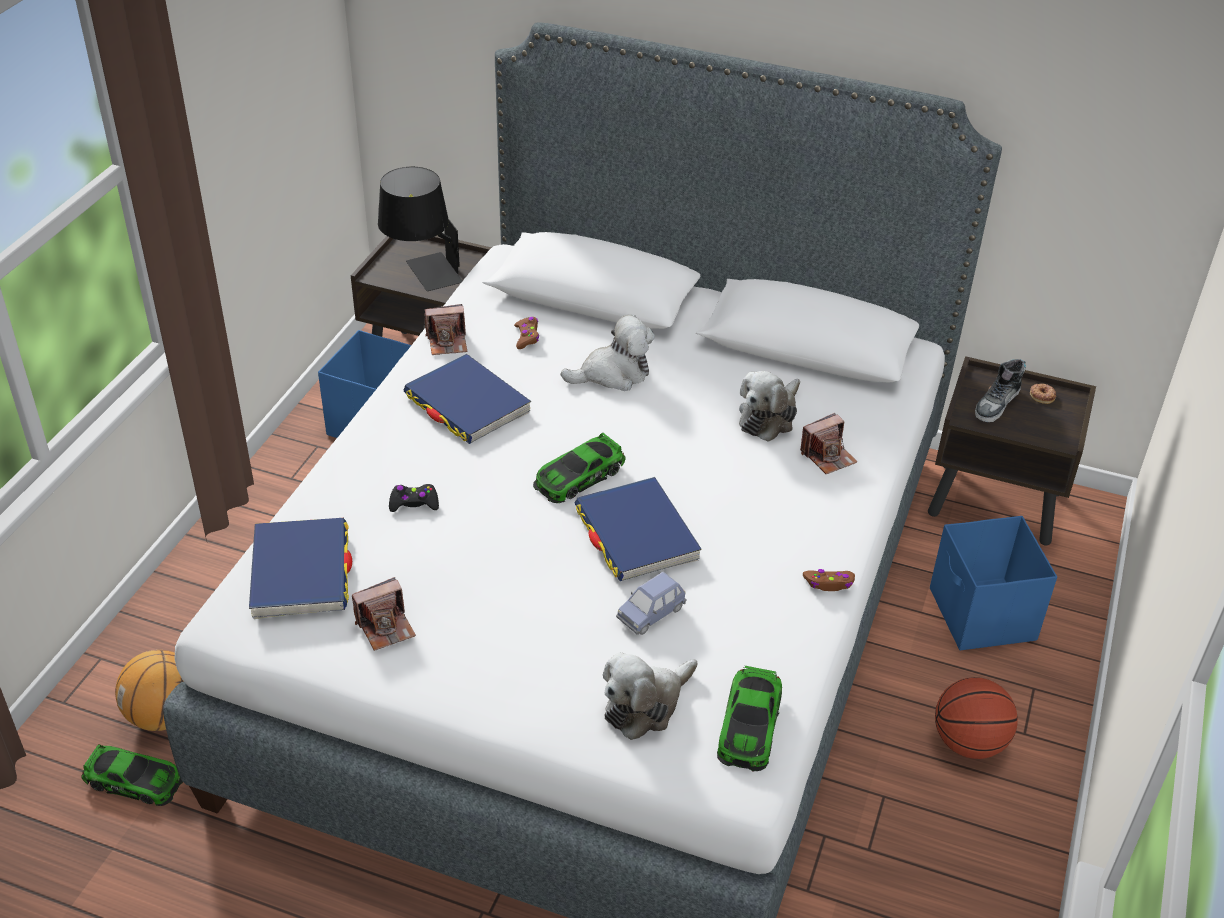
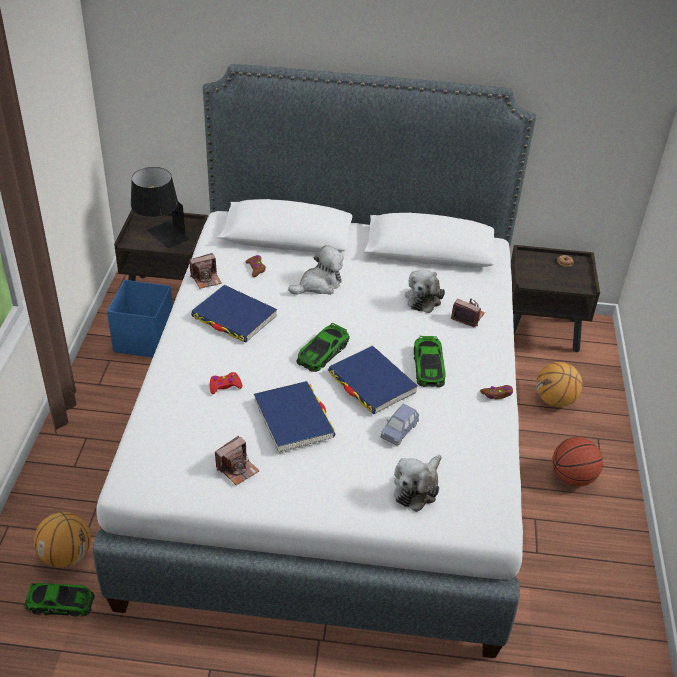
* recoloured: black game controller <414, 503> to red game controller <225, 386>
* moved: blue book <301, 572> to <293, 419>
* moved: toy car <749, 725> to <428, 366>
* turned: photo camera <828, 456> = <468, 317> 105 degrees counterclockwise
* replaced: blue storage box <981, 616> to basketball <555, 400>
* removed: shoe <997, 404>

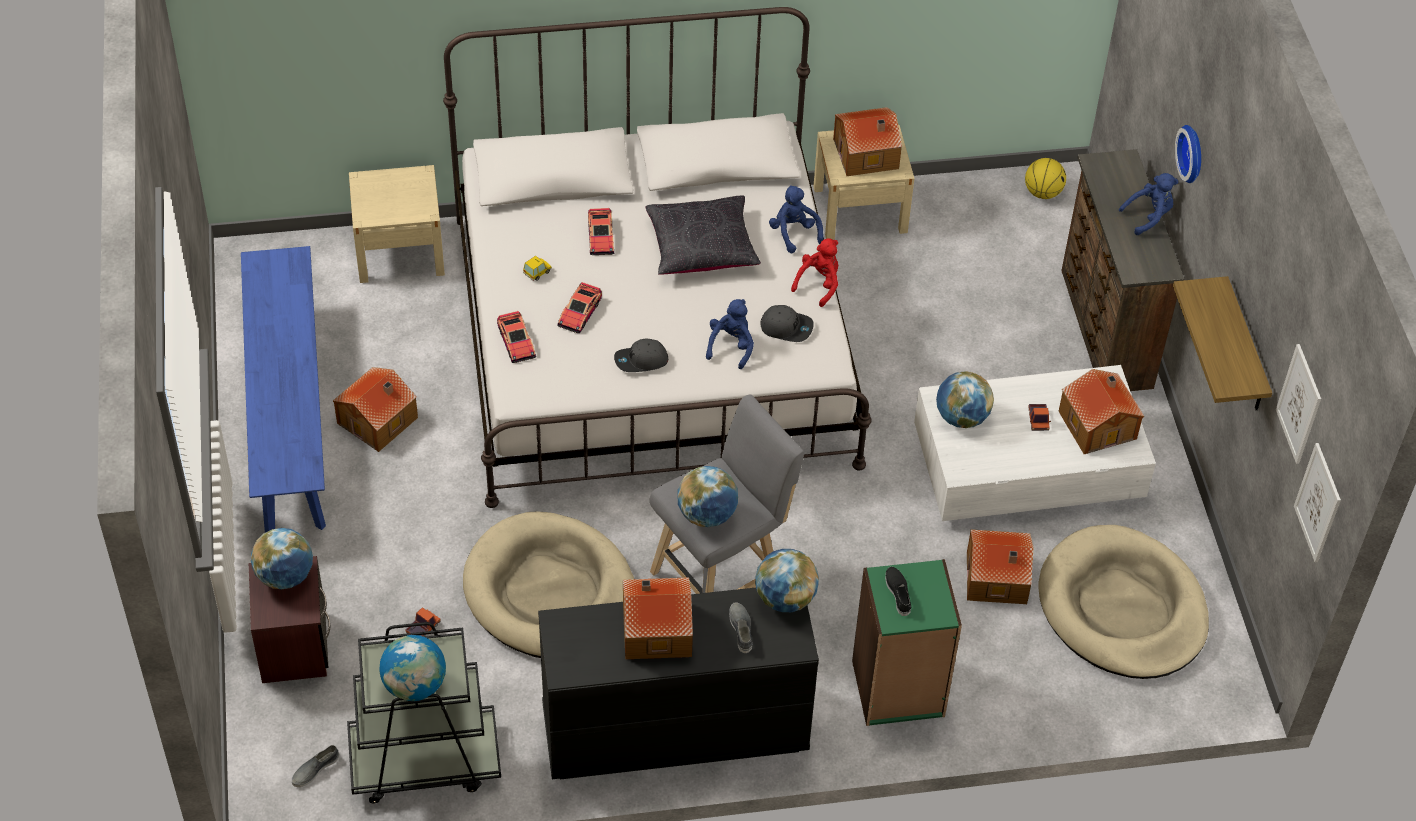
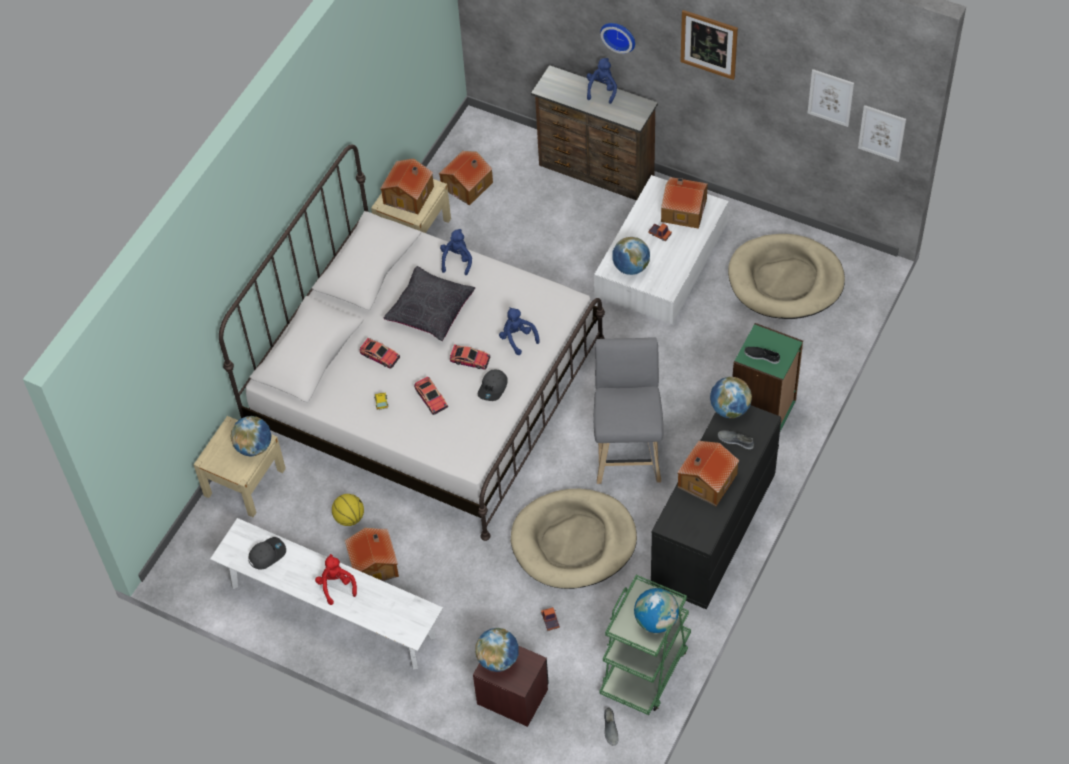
* recoloured: blue bench <289, 417> to white bench <332, 611>
* moved: globe <707, 515> to <254, 447>
* moved: grey cap <786, 327> to <267, 554>
* moved: red plush toy <819, 284> to <336, 585>
* moved: basketball <1043, 192> to <349, 517>
* moved: toy house <997, 579> to <468, 185>
* turned: blue plush toy <794, 233> = <457, 260> 90 degrees clockwise
* moved: toy car <516, 342> to <470, 359>
* recoloured: black cart <424, 761> to green cart <645, 668>
* added: picture <709, 44>
* removed: shelf <1245, 349>

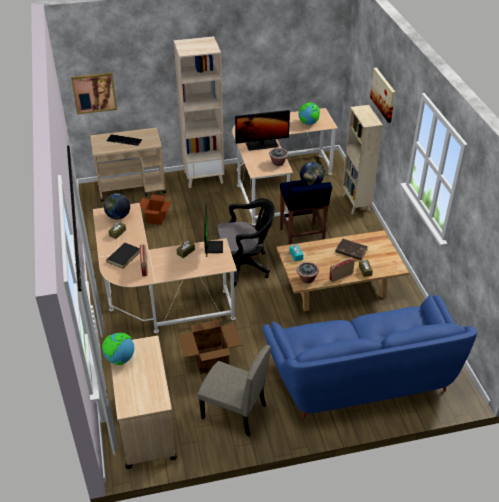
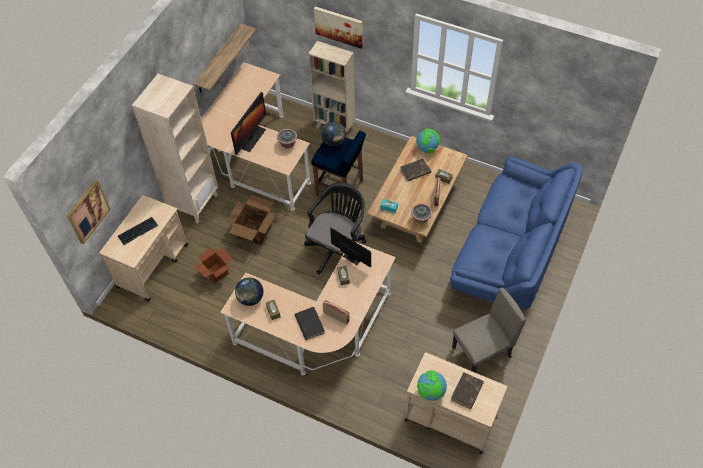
* added: shelf <218, 59>
* moved: cardboard box <211, 359> to <254, 231>
* moved: globe <308, 123> to <427, 148>
* added: brown book <466, 392>

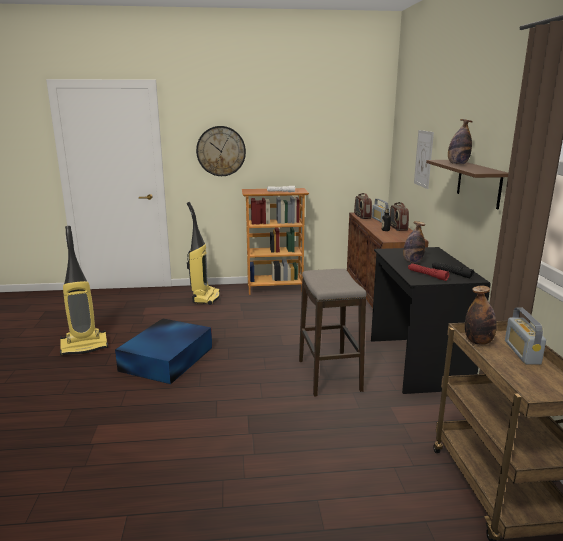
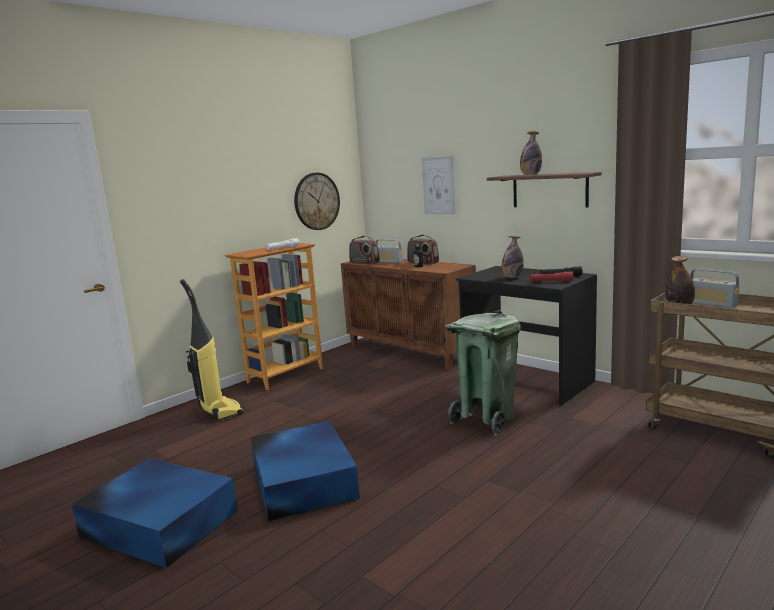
* replaced: vacuum cleaner <85, 346> to blue storage box <159, 523>
* moved: wall clock <221, 151> to <316, 201>
* replaced: stool <329, 376> to green trash can <486, 419>

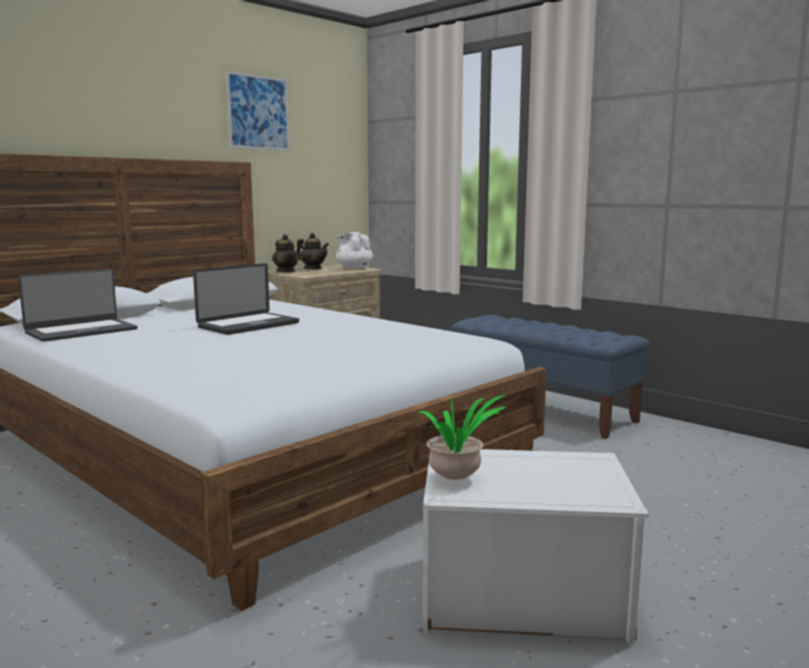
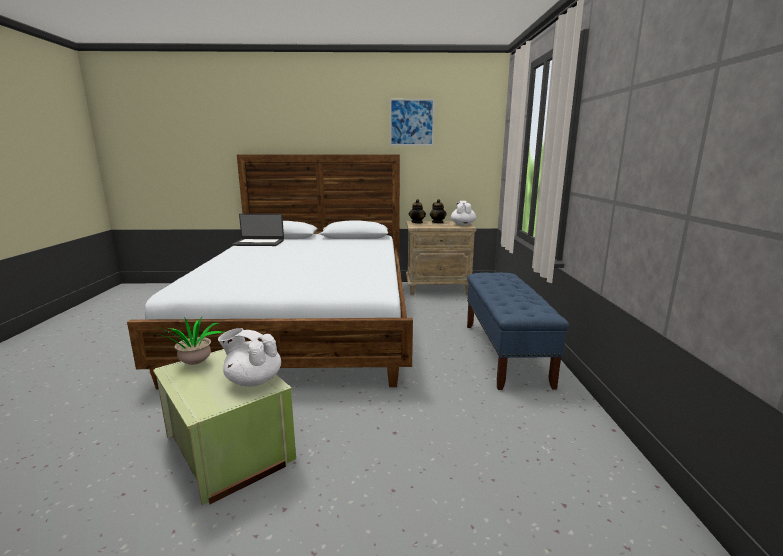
* recoloured: white storage box <522, 598> to green storage box <227, 449>
* added: white teapot <253, 380>
* removed: laptop <249, 325>

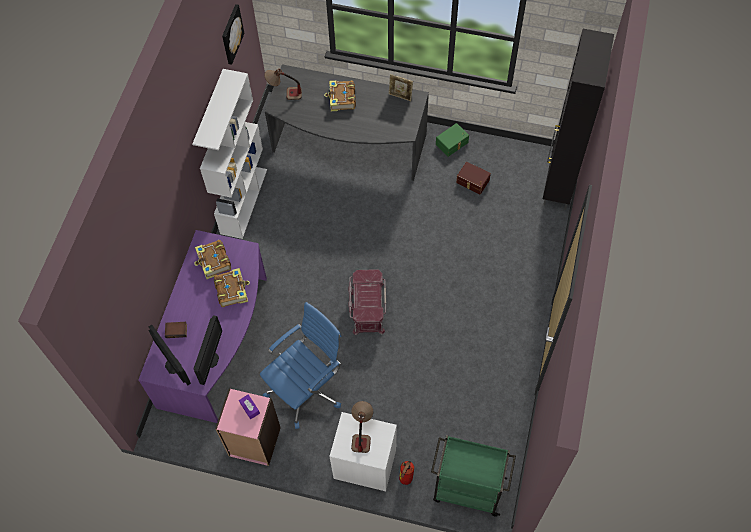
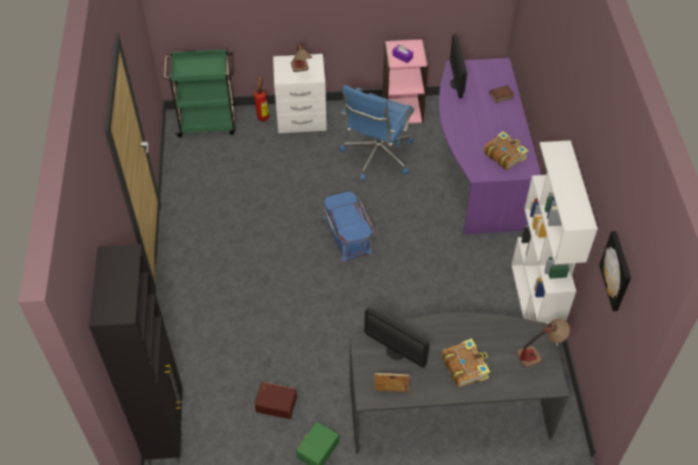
* recoloured: red storage box <367, 307> to blue storage box <348, 235>
* moved: monitor <173, 366> to <395, 351>
* removed: book <232, 290>

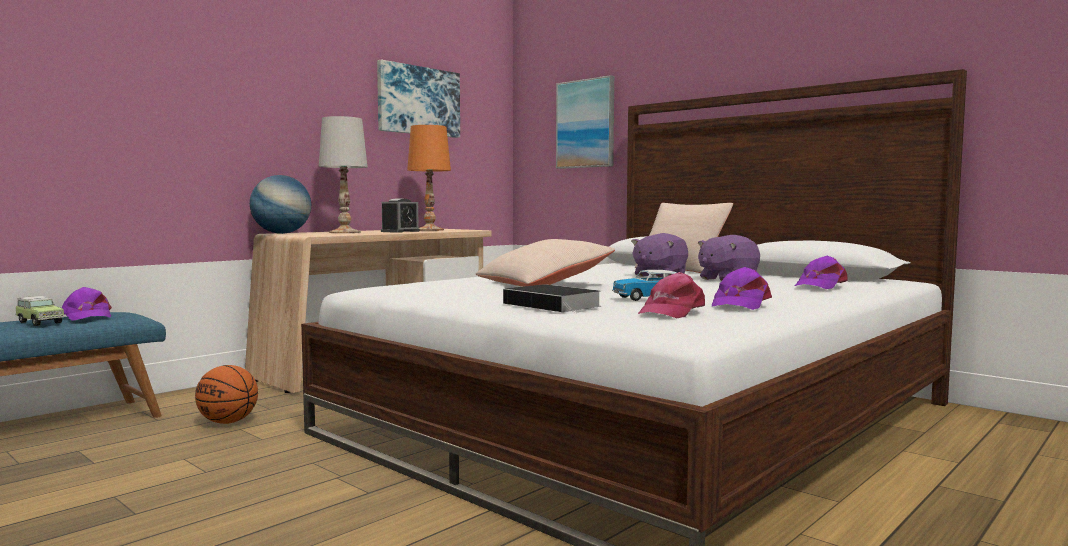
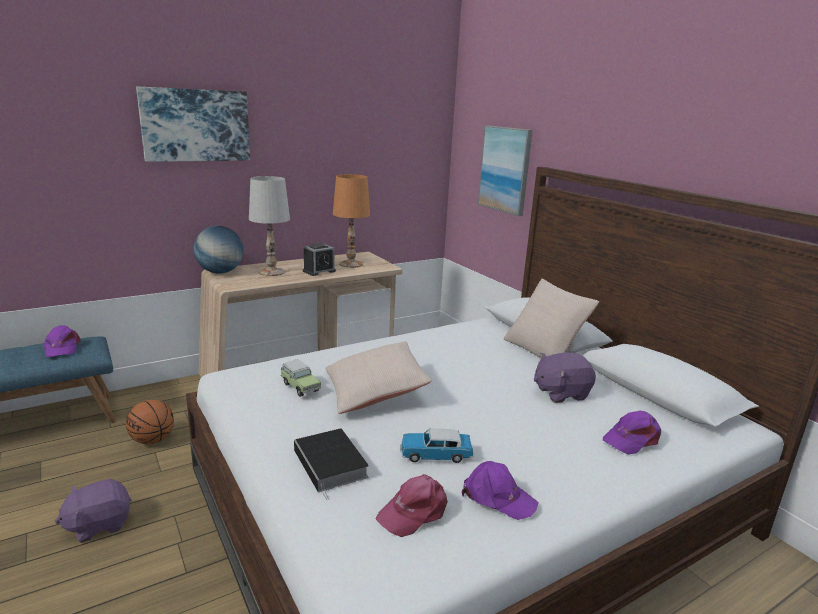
* moved: purple plush toy <659, 275> to <99, 524>
* moved: picture <418, 101> to <195, 125>
* moved: toy car <39, 322> to <299, 386>
* turned: purple cap <739, 304> = <497, 497> 105 degrees counterclockwise

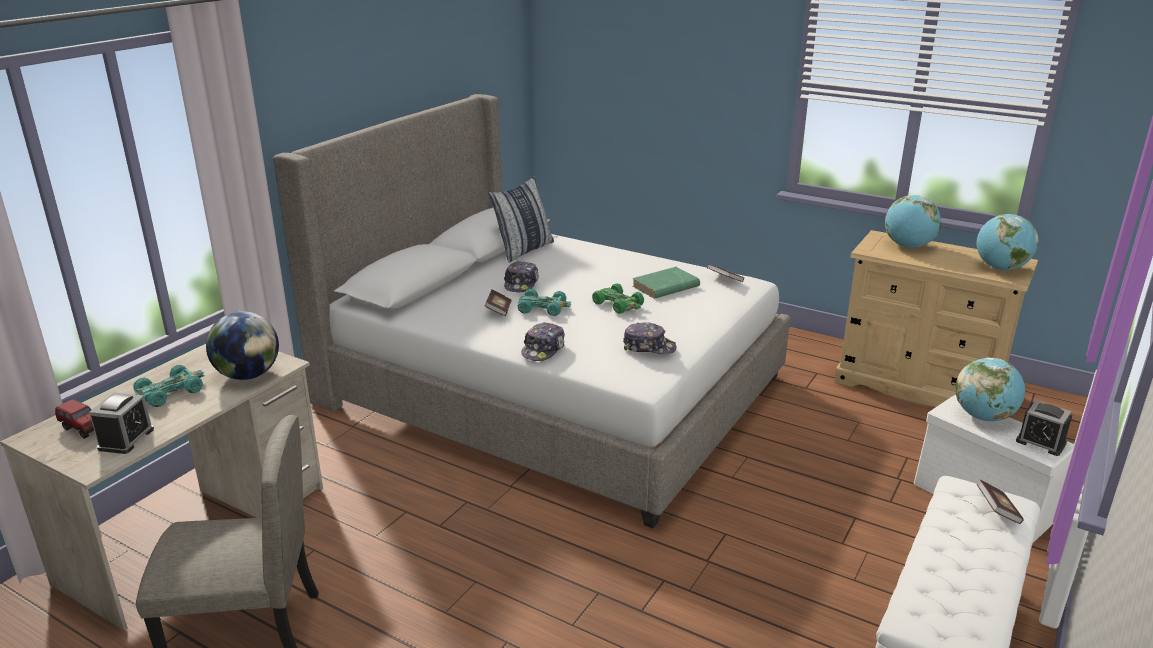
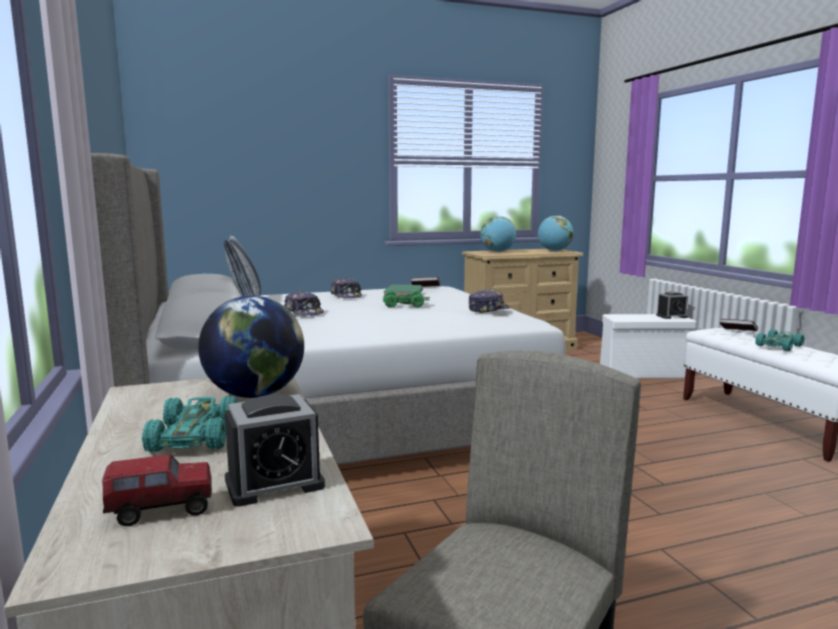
* turned: alarm clock <126, 439> = <274, 483> 105 degrees clockwise
* moved: cap <543, 349> to <346, 296>
* moved: turquoise toy car <543, 308> to <779, 346>
* removed: book <498, 310>
* removed: globe <983, 417>

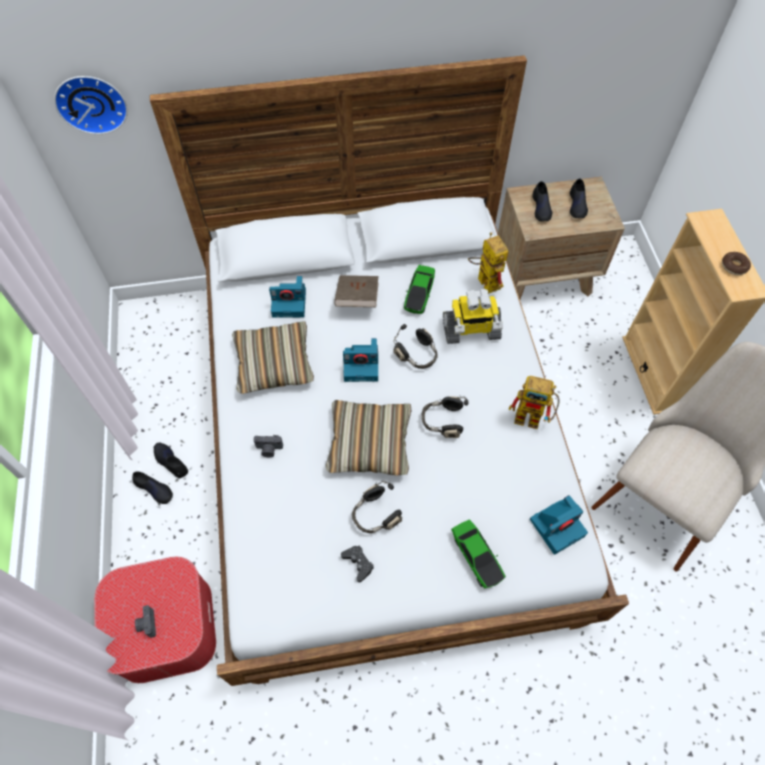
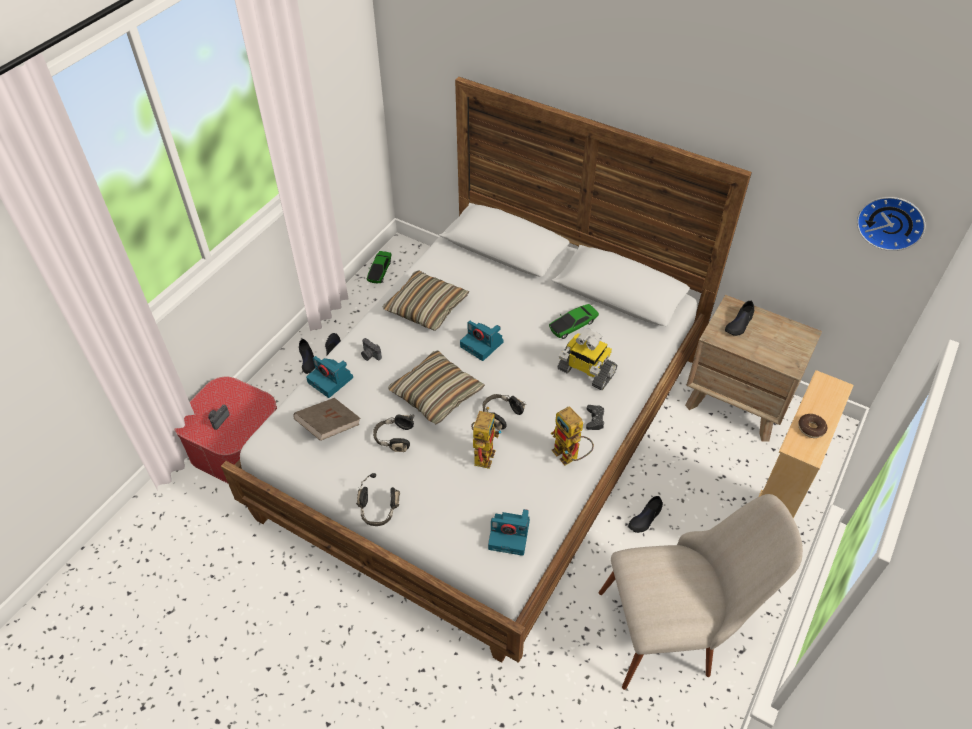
* moved: brown book <357, 299> to <329, 426>
* moved: photo camera <290, 302> to <331, 380>
* moved: black headphones <417, 355> to <378, 510>
* moved: toy car <476, 556> to <380, 271>
* moved: toy robot <484, 280> to <483, 452>
* moved: black game controller <358, 563> to <595, 420>
* moved: black shoe <577, 205> to <645, 518>
* moved: wall clock <91, 102> to <891, 221>

